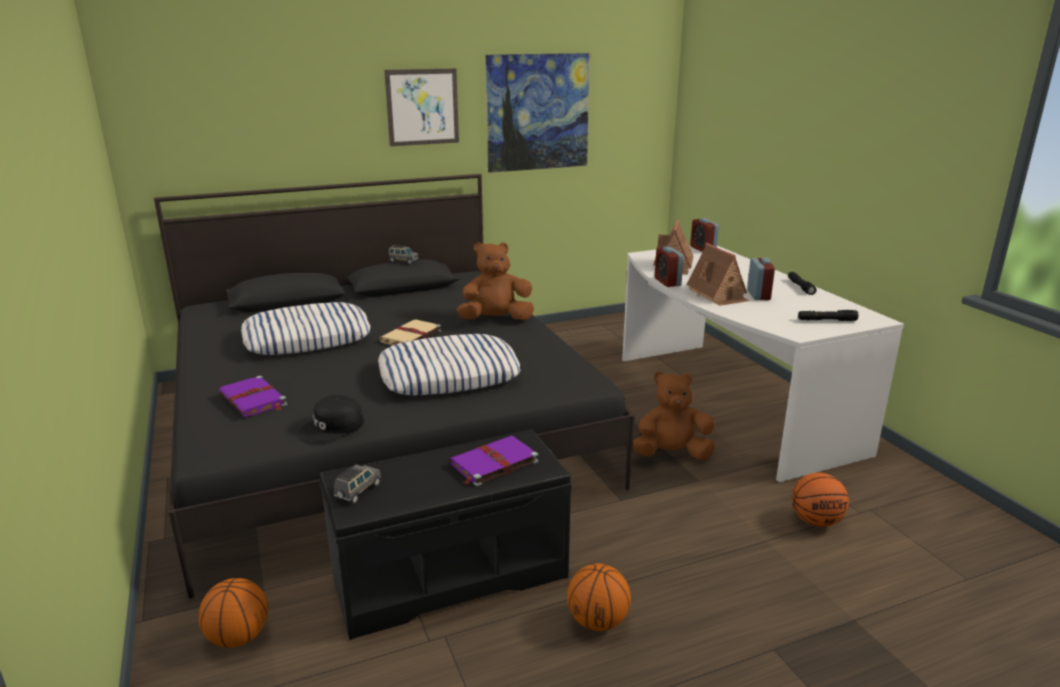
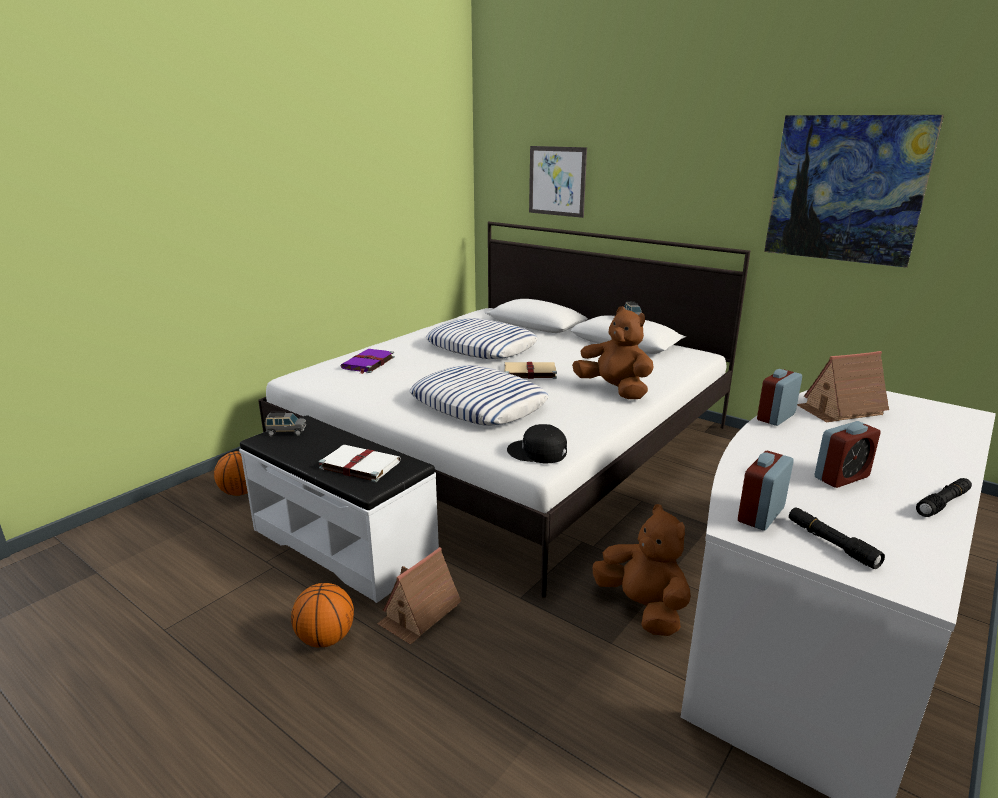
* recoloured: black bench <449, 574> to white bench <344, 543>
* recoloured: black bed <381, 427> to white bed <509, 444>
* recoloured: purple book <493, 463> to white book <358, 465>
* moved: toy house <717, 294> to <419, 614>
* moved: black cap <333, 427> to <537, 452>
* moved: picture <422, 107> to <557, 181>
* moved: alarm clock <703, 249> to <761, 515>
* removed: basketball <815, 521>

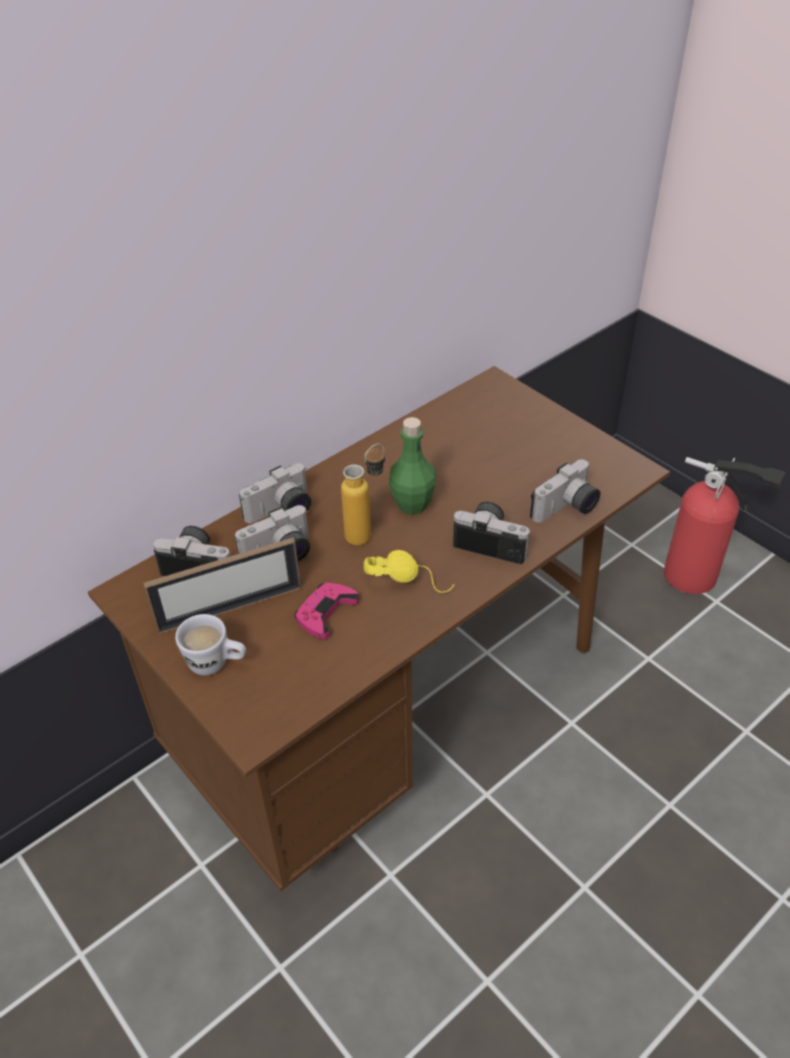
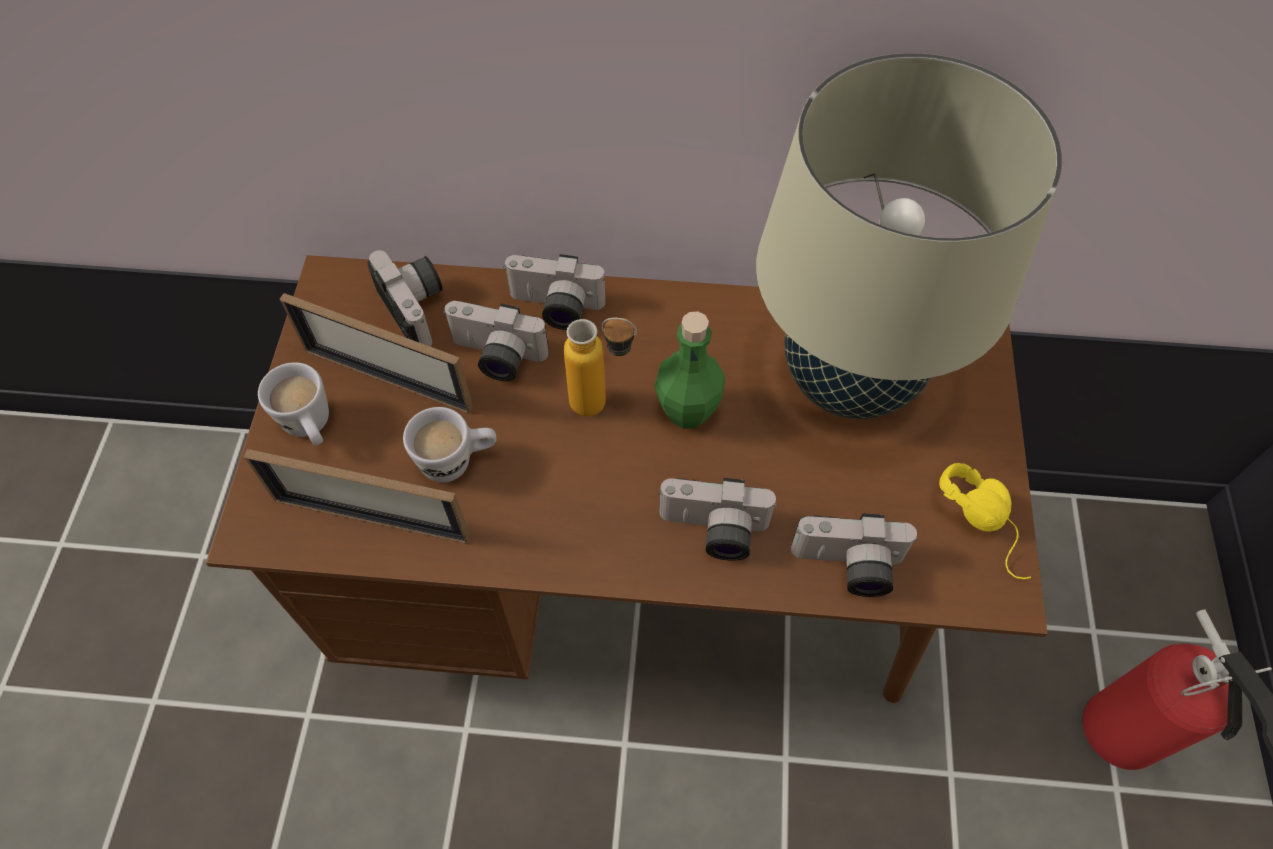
* added: picture frame <371, 518>
* replaced: pink game controller <325, 612> to white mug <457, 461>
* turned: photo camera <492, 541> = <713, 532> 120 degrees clockwise
* added: beige table lamp <849, 378>
* moved: yellow headphones <409, 578> to <988, 523>

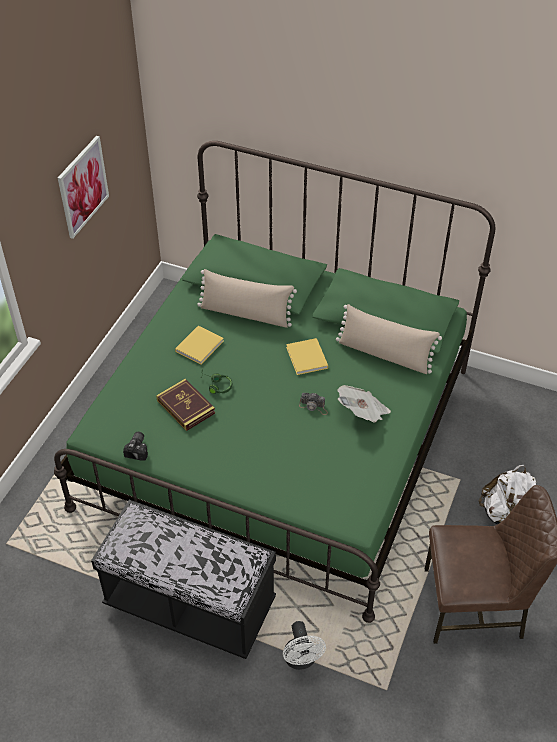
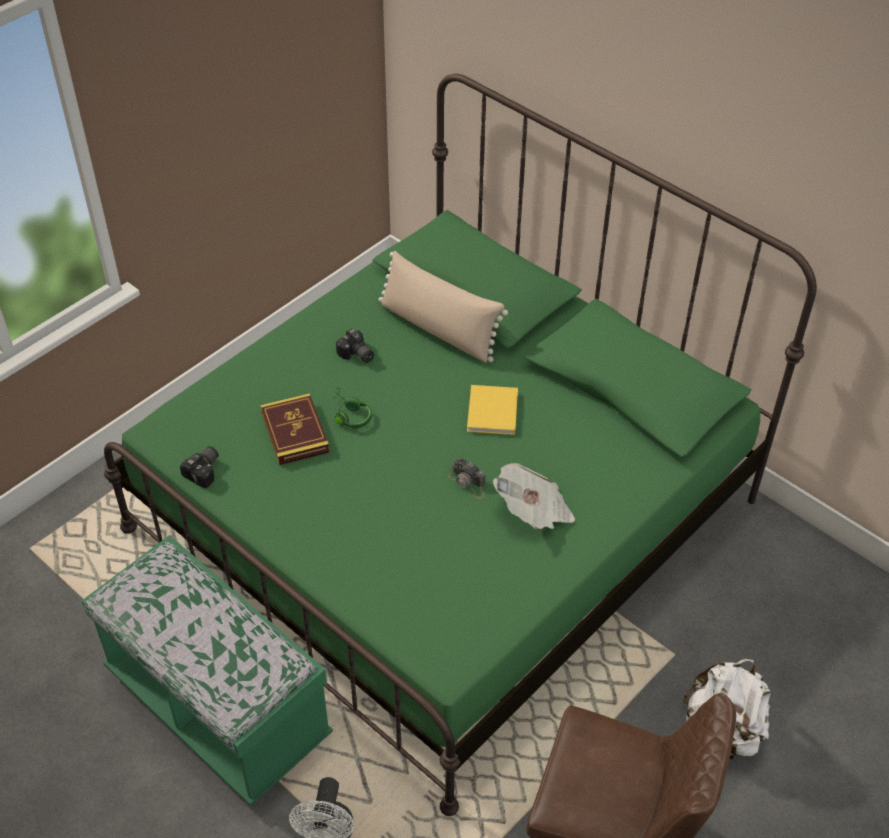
* recoloured: black bench <190, 604> to green bench <218, 705>
* replaced: yellow book <200, 345> to photo camera <356, 355>
* removed: picture <83, 186>
* removed: beige pillow <384, 354>

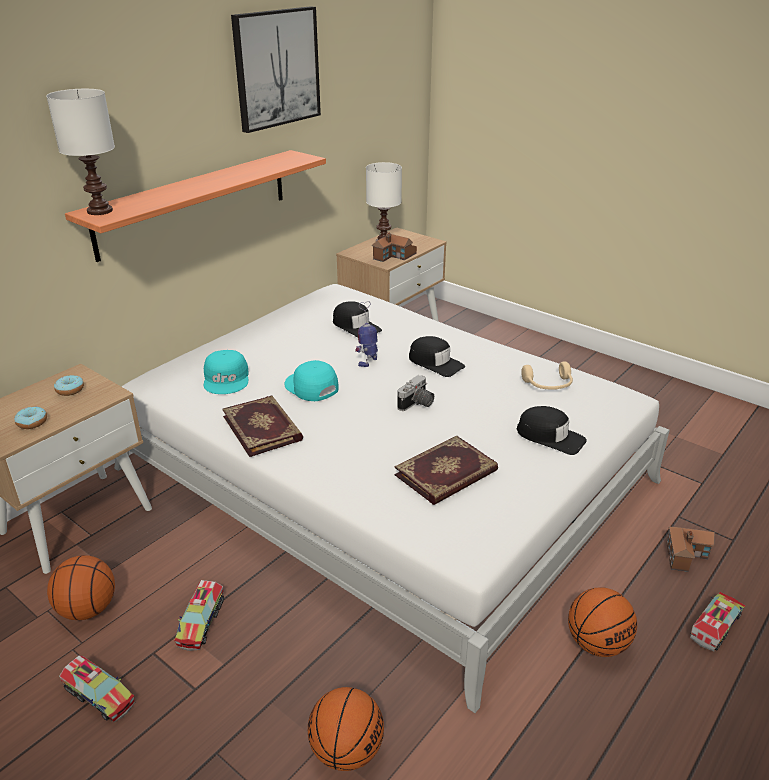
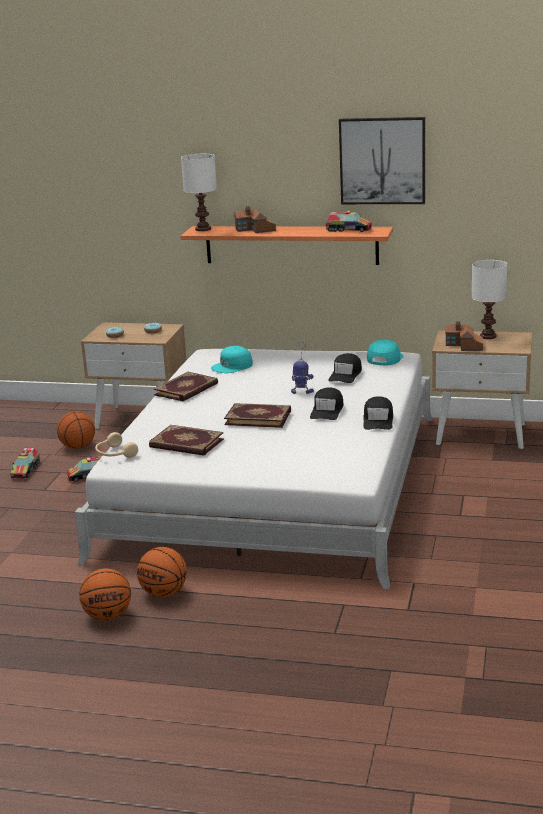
* moved: basketball <346, 750> to <108, 616>
* moved: beige headphones <548, 385> to <114, 454>
* replaced: photo camera <417, 404> to book <258, 417>
* moved: toy house <686, 553> to <255, 230>
* moved: toy truck <716, 625> to <348, 230>
* moved: black cap <550, 437> to <378, 420>
* moved: turquoise cap <311, 387> to <384, 358>

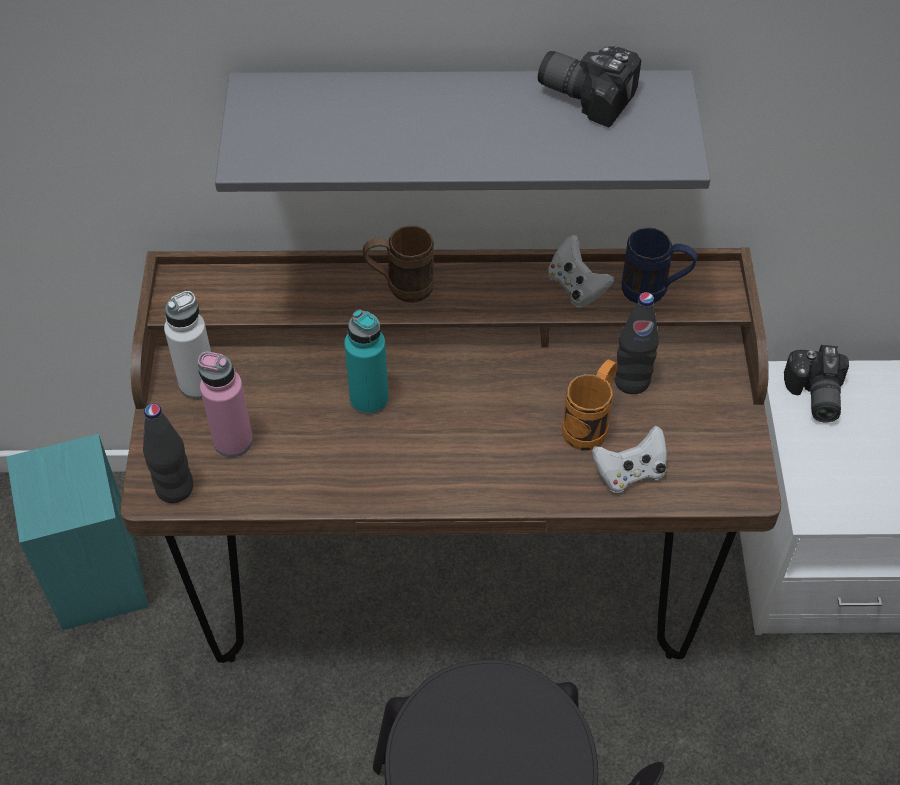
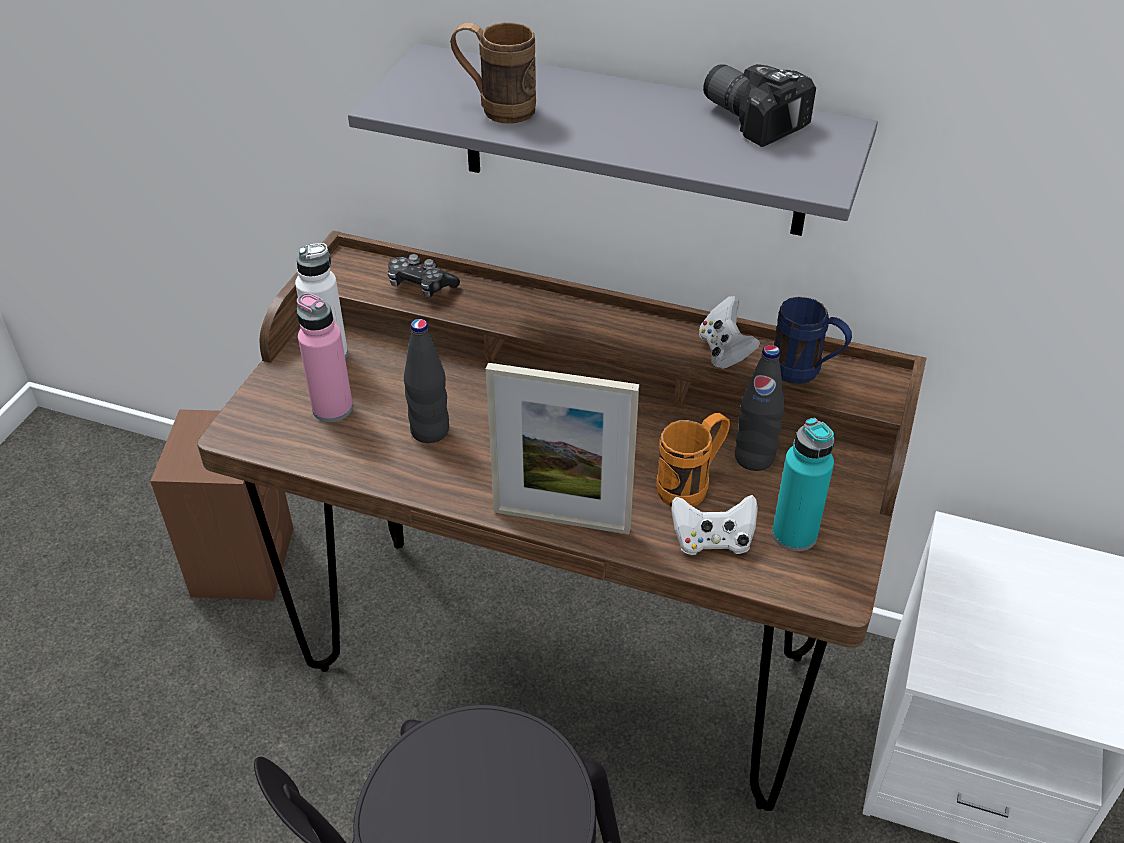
* recoloured: turquoise speaker <97, 575> to brown speaker <244, 559>
* added: game controller <420, 285>
* moved: black bottle <175, 488> to <430, 431>
* moved: brown mug <400, 287> to <496, 109>
* added: picture frame <561, 520>
* moved: turquoise bottle <369, 399> to <794, 534>
* removed: photo camera <813, 396>

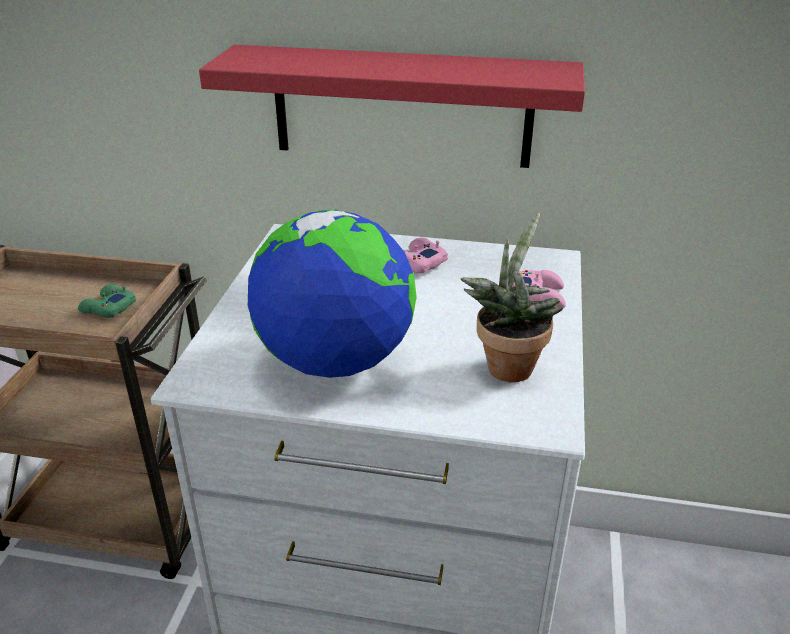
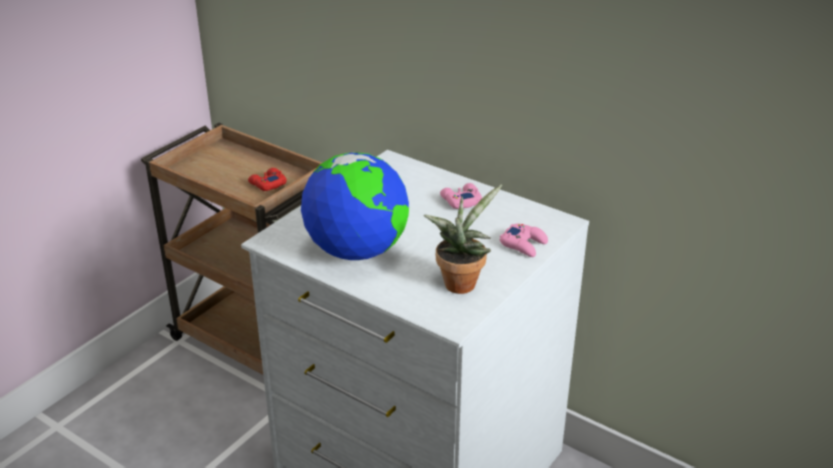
* recoloured: green game controller <108, 308> to red game controller <267, 184>
* removed: red shelf <401, 107>

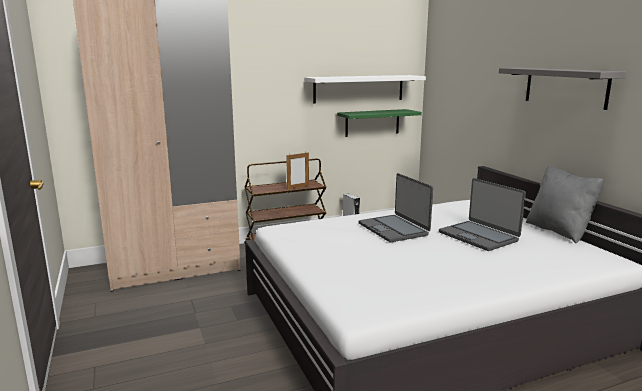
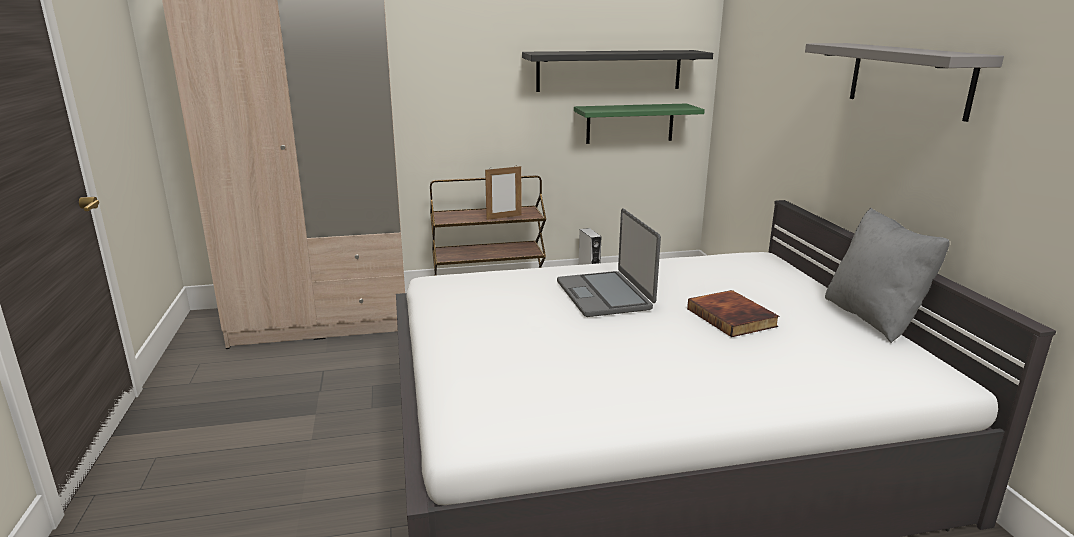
* recoloured: white shelf <359, 88> to black shelf <609, 70>
* replaced: laptop <478, 236> to book <733, 317>

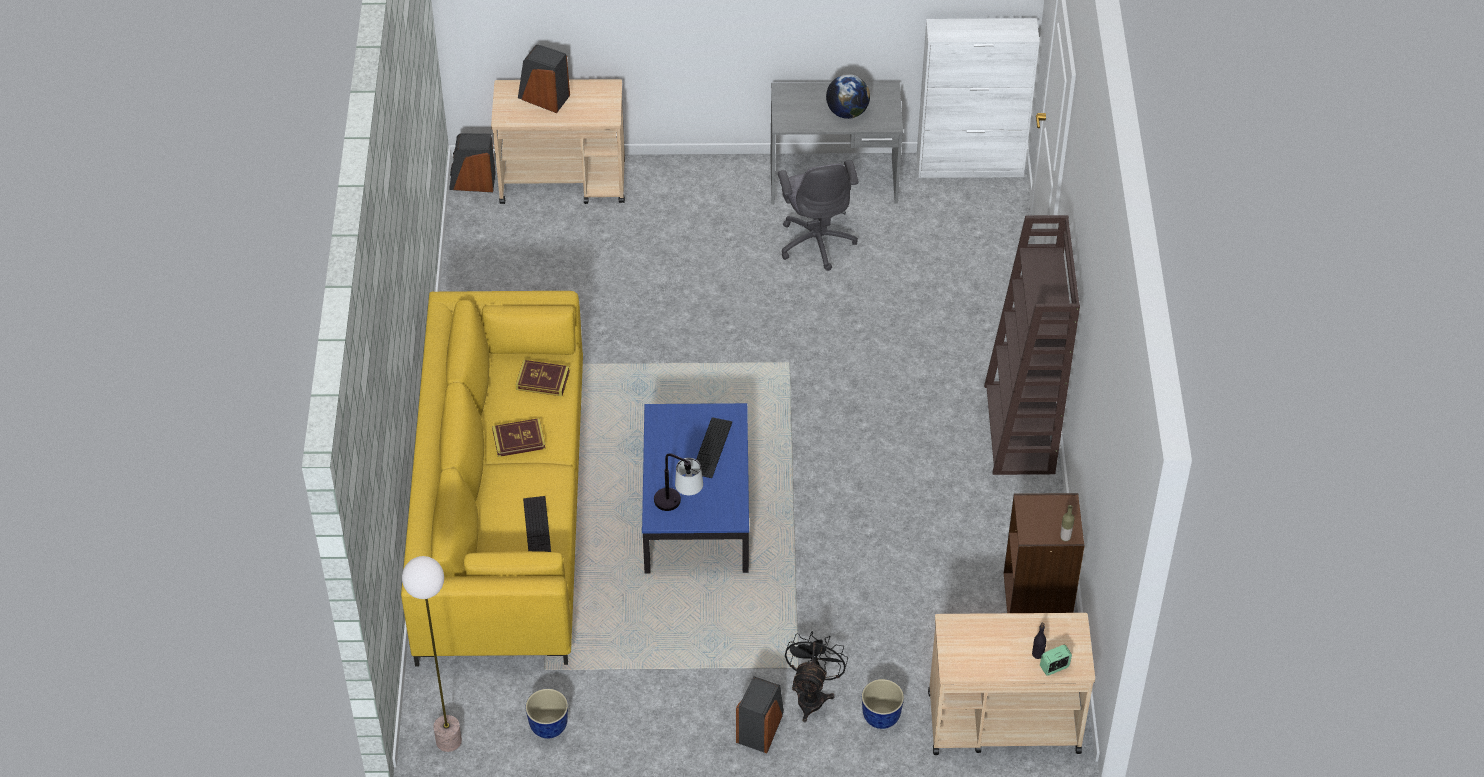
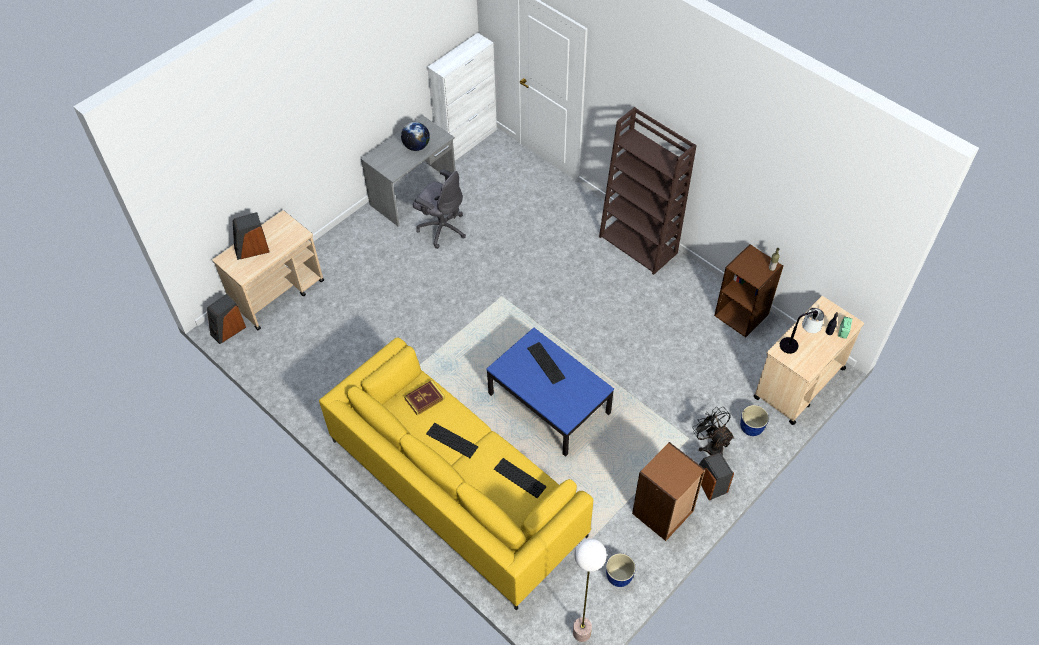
* replaced: book <519, 440> to keyboard <452, 440>
* added: brown bookcase <663, 513>
* moved: table lamp <678, 505> to <796, 344>

